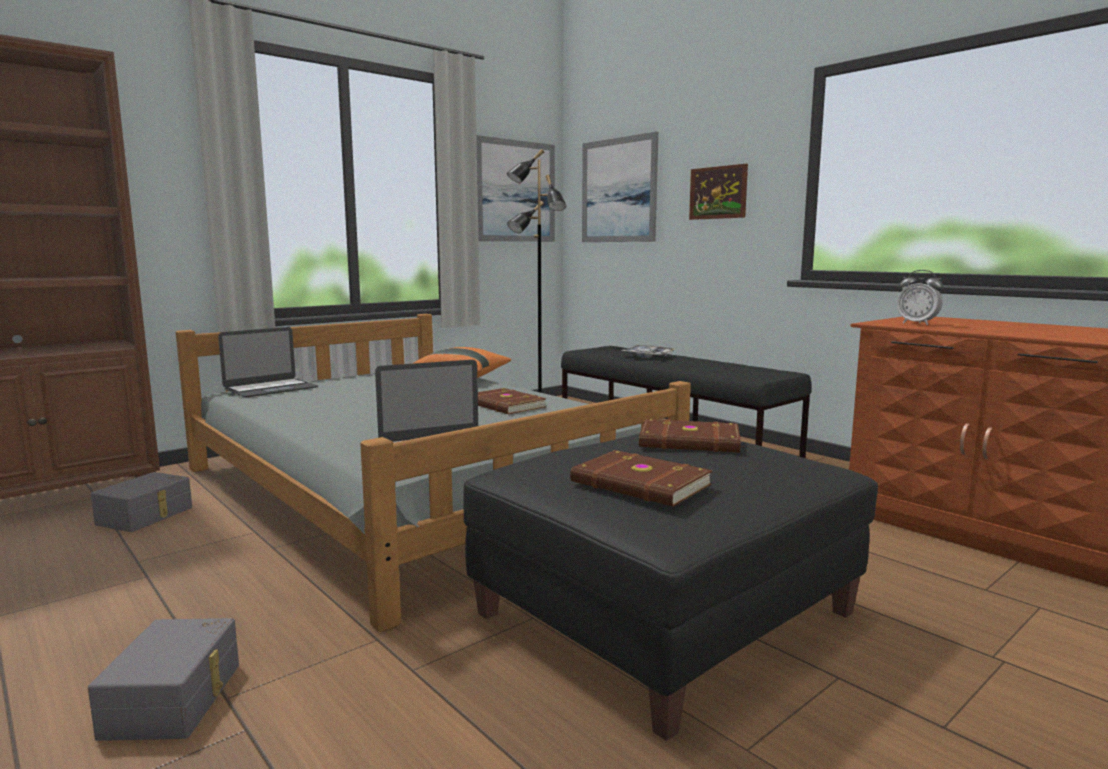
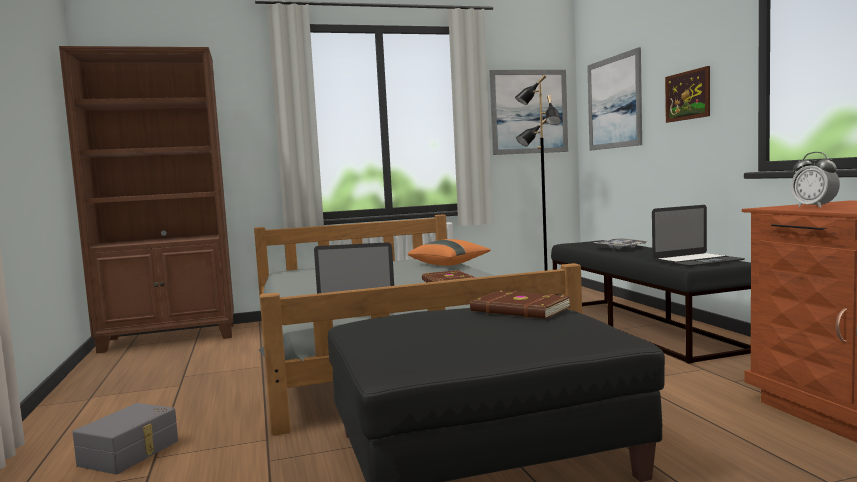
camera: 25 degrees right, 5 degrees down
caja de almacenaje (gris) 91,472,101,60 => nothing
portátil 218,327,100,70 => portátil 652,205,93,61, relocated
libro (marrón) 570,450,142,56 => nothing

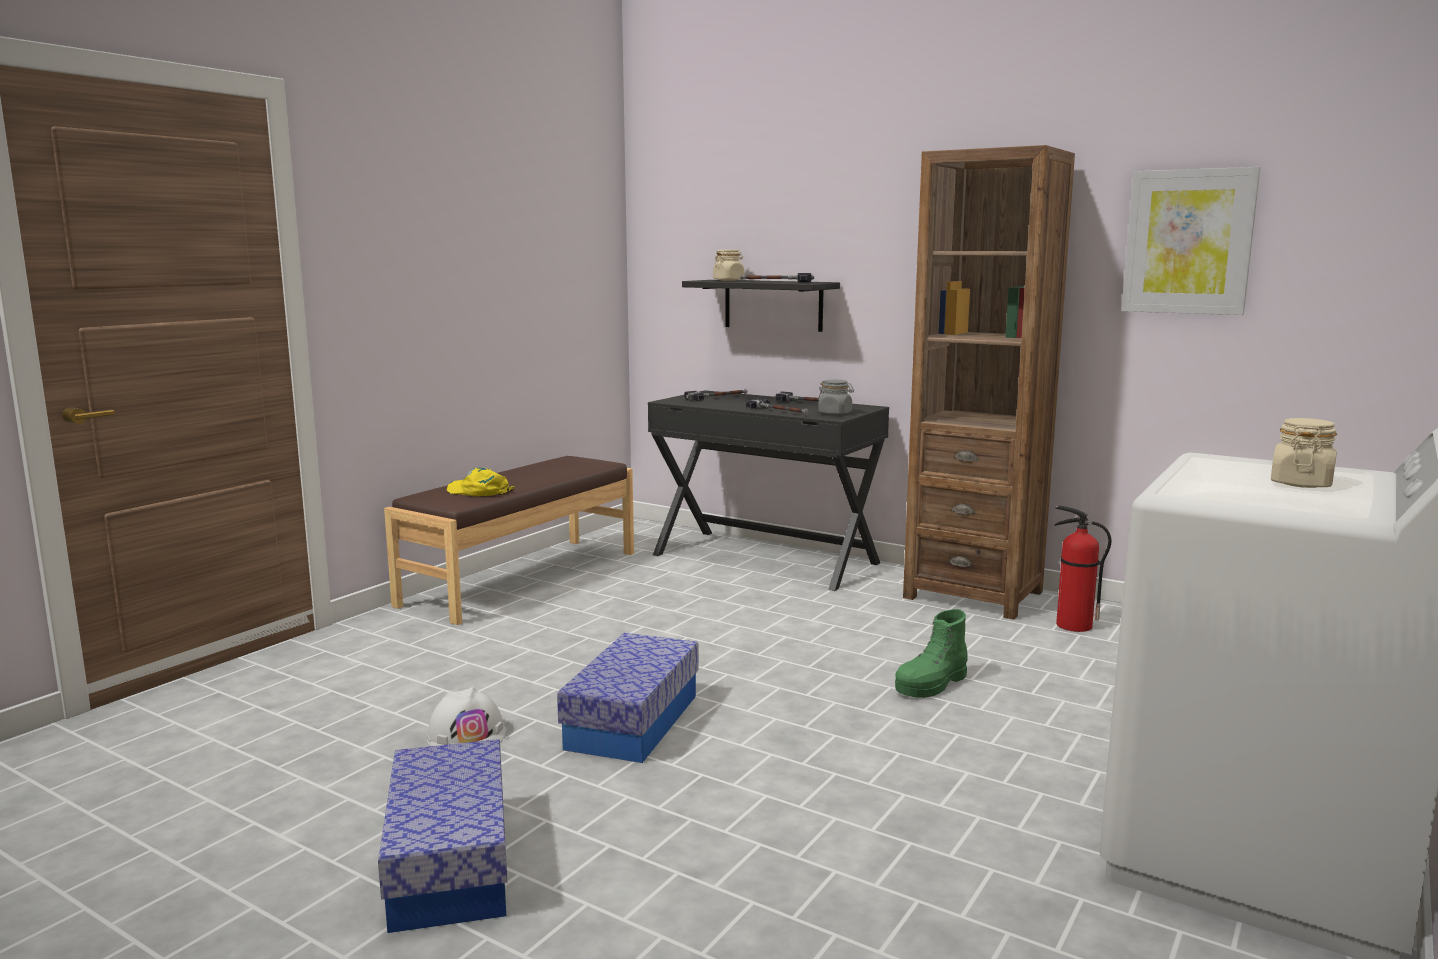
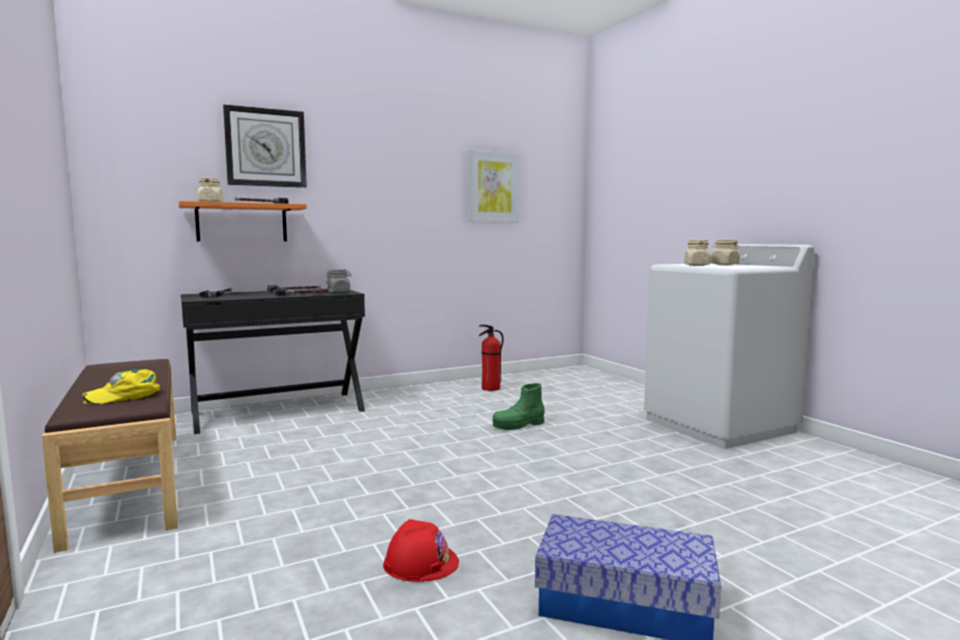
camera: 60 degrees left, 5 degrees down
casco (blanco) 427,687,80,59 => casco (rojo) 383,519,76,63
caja de almacenaje 557,633,142,130 => nothing
estante (negro) 682,280,158,52 => estante (naranja) 179,201,128,40
bota (verde) 895,609,73,89 => bota (verde) 492,383,53,47, 75 degrees clockwise
estantería (marrón) 903,145,172,475 => nothing
nothing => reloj de pared 223,104,84,84
nothing => tarro (beis) 684,240,27,26

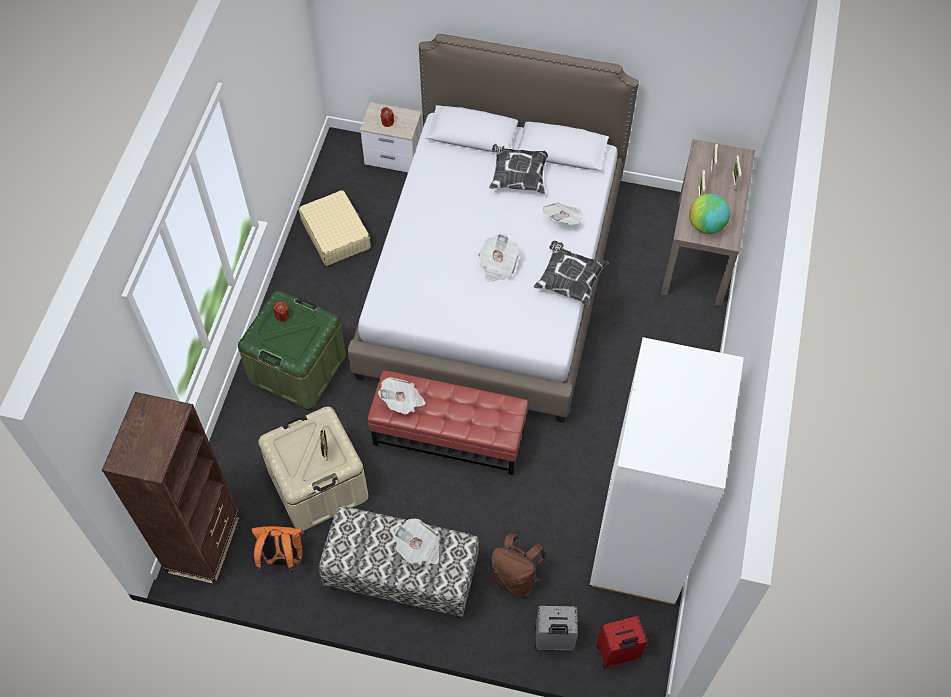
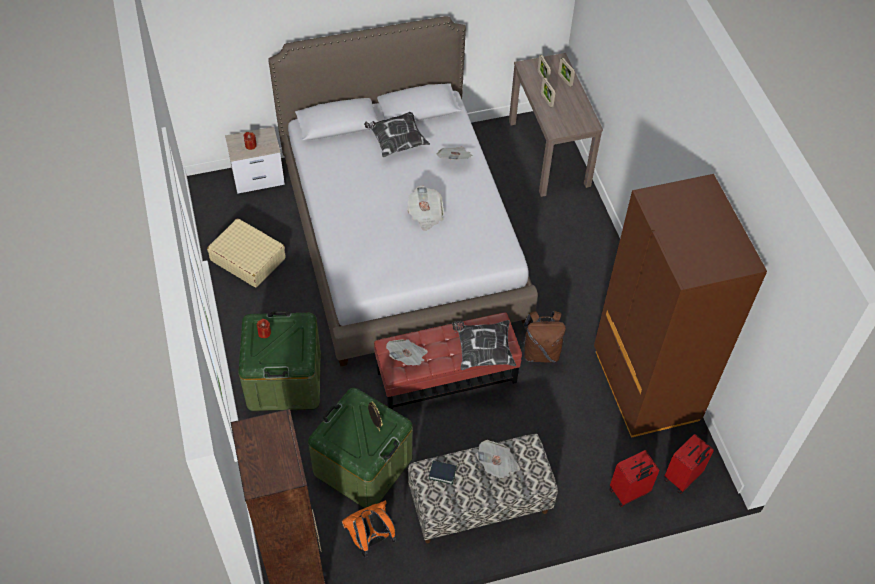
camera: 30 degrees left, 5 degrees down
caja de almacenaje (beis) 258,407,110,124 => caja de almacenaje (verde) 308,388,105,120
mochila (marrón) 491,534,56,64 => mochila (marrón) 523,311,43,51, relocated
cojín 534,241,75,65 => cojín 452,320,64,50, relocated
maleta (gris) 535,606,43,45 => maleta (rojo) 609,450,51,57
armario ropero (blanco) 590,337,154,268 => armario ropero (marrón) 594,174,173,264
globo terráqueo 689,194,41,40 => nothing
nothing => libro 429,460,28,25

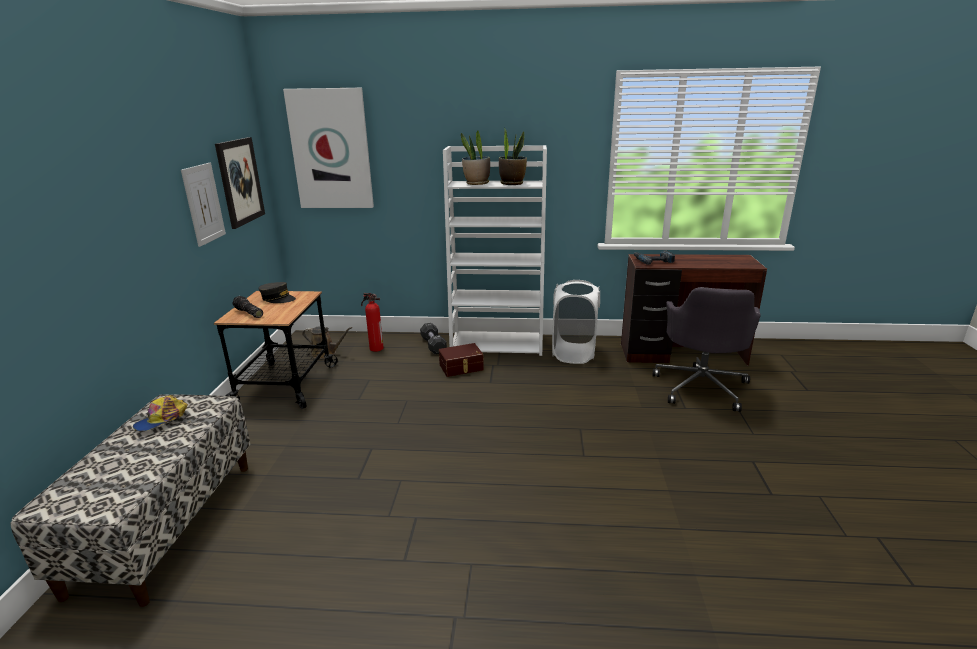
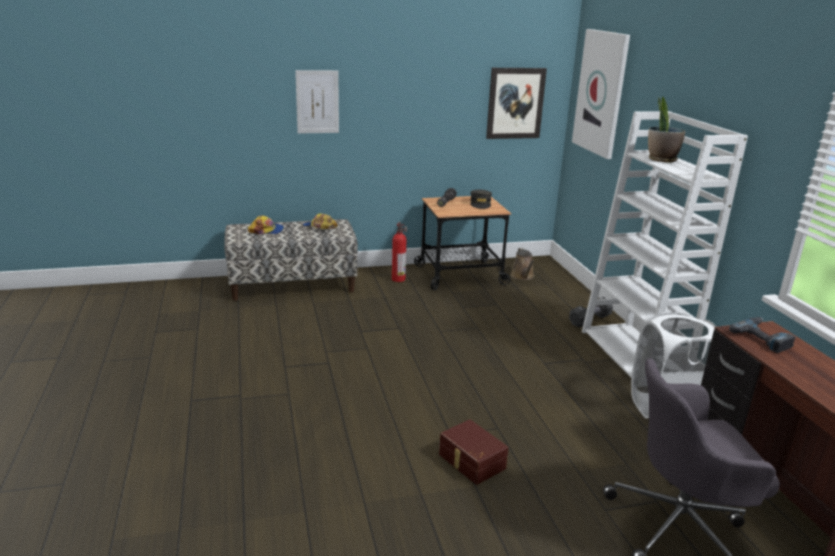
camera: 70 degrees right, 0 degrees up
cuadro 181,163,45,84 => cuadro 295,70,44,64, relocated
extintor 361,293,23,59 => extintor 392,222,15,60, relocated
caja de almacenaje (marrón) 439,343,45,34 => caja de almacenaje (marrón) 439,419,69,66, relocated
planta en maceta 499,128,28,57 => nothing
nothing => gorra 248,215,36,19

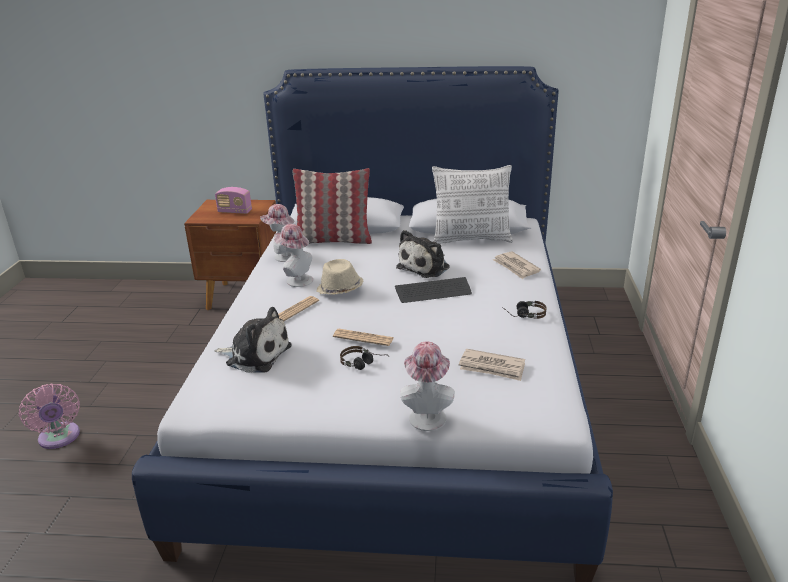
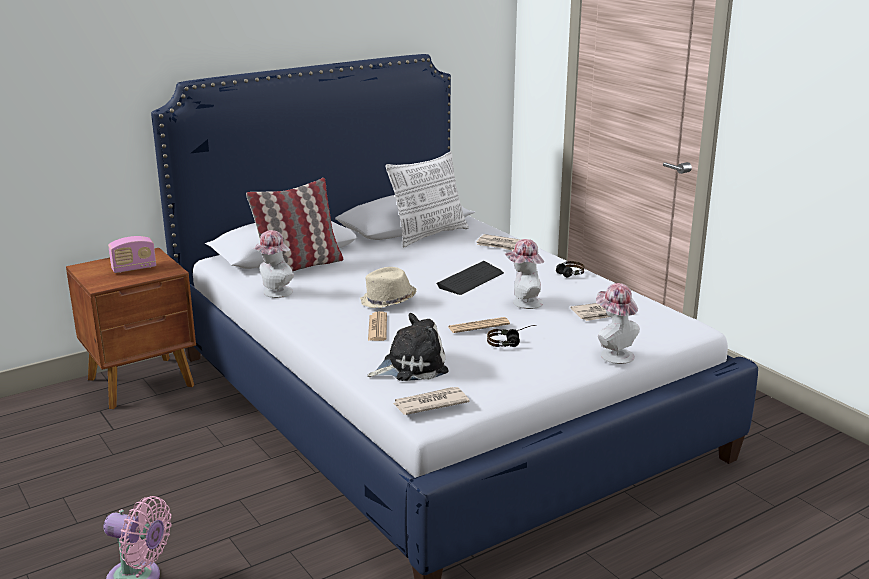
camera: 40 degrees left, 5 degrees down
sombrero 274,224,39,63 => sombrero 504,239,40,70, relocated
peluche 396,230,54,48 => nothing
nothing => periódico 393,387,77,28

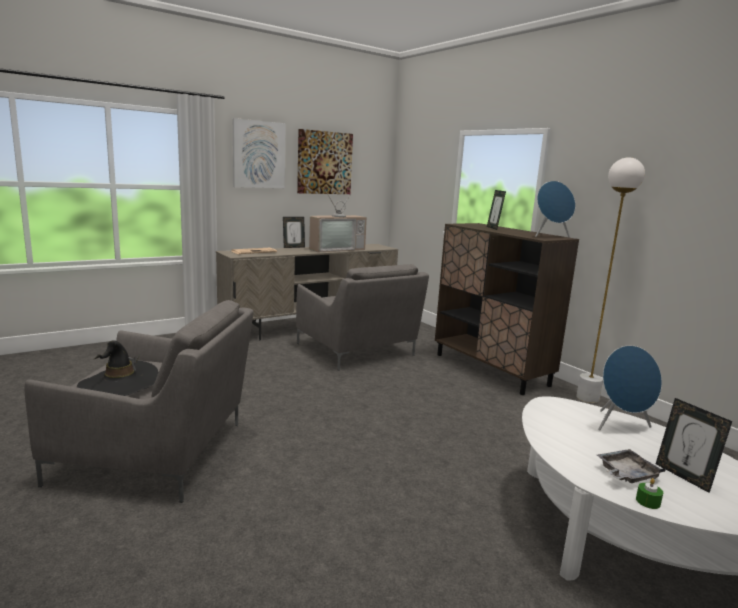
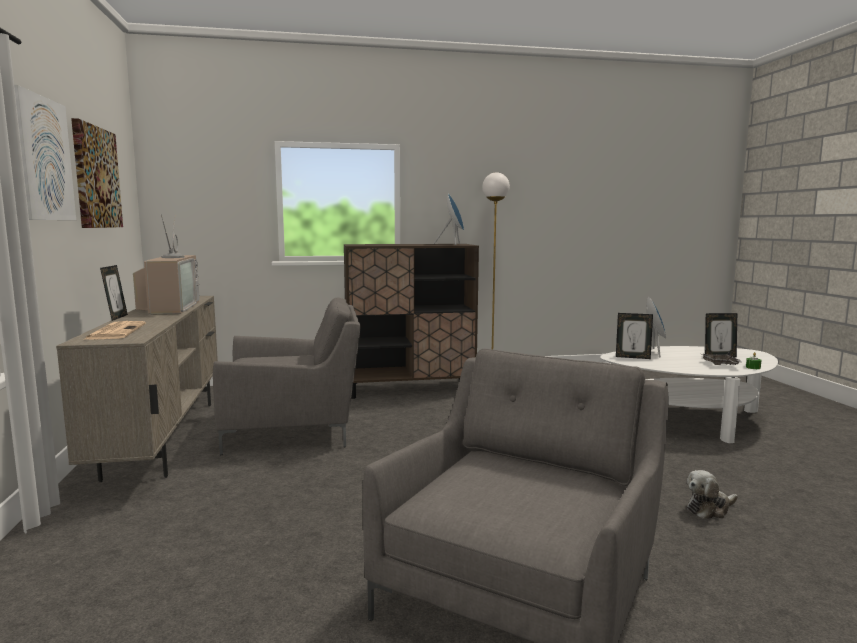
camera: 65 degrees left, 5 degrees down
sombrero (negro) 77,340,81,56 => nothing
portarretratos 487,190,19,40 => portarretratos 616,313,37,46, relocated
nothing => peluche 687,470,51,49

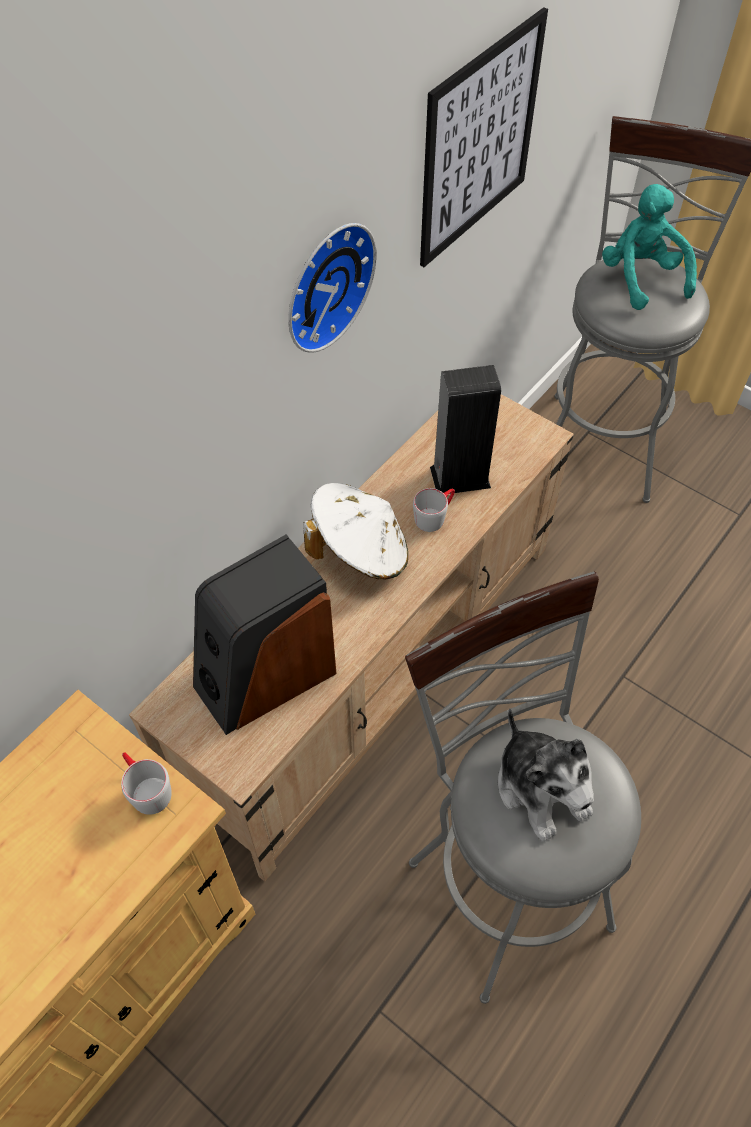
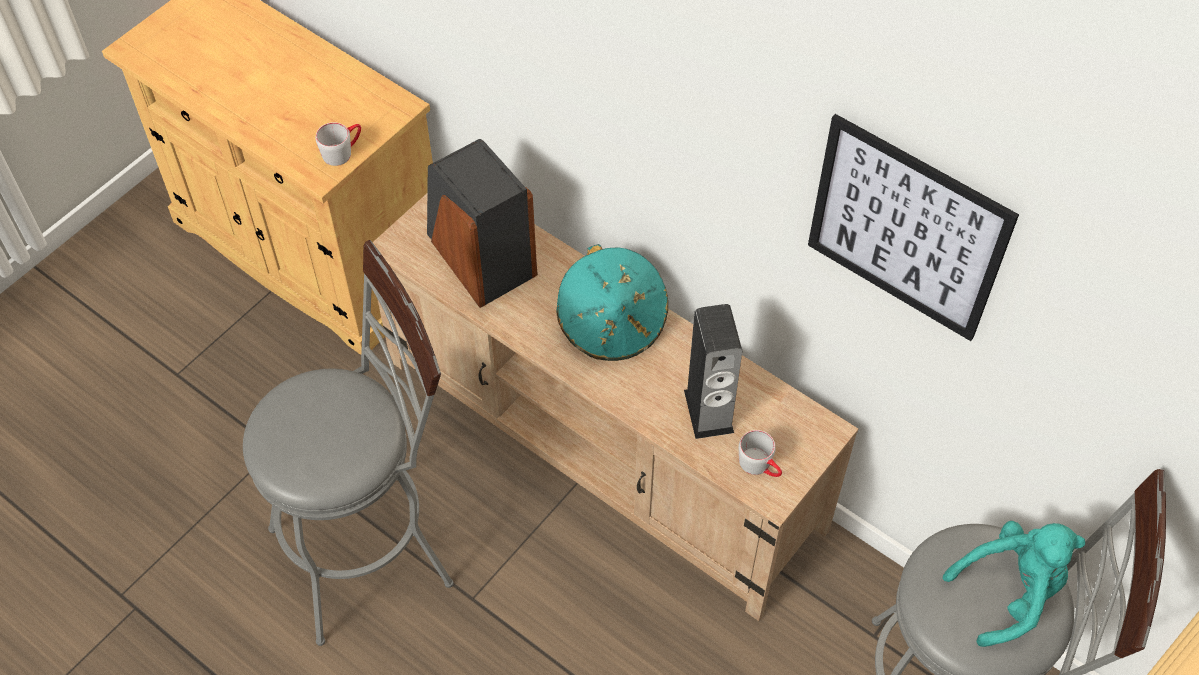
camera: 90 degrees right, 0 degrees up
reloj de pared 288,223,89,130 => nothing
sombrero (blanco) 303,483,105,96 => sombrero (turquesa) 556,244,112,117
taza grande (gris) 413,488,42,44 => taza grande (gris) 739,430,43,47, relocated
peluche 498,708,96,134 => nothing

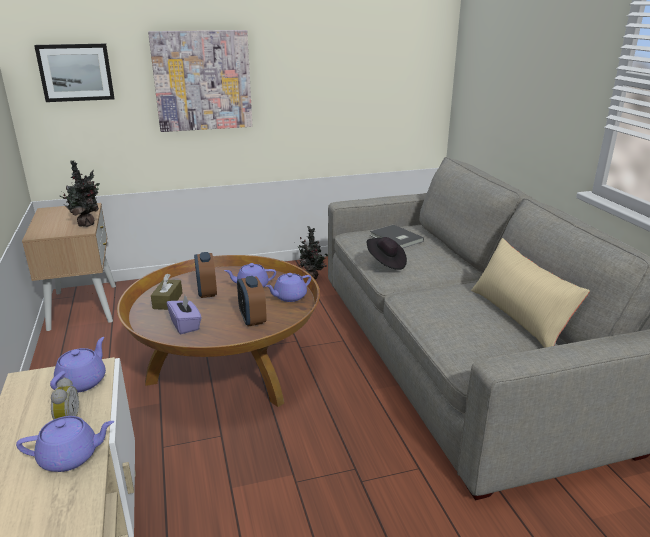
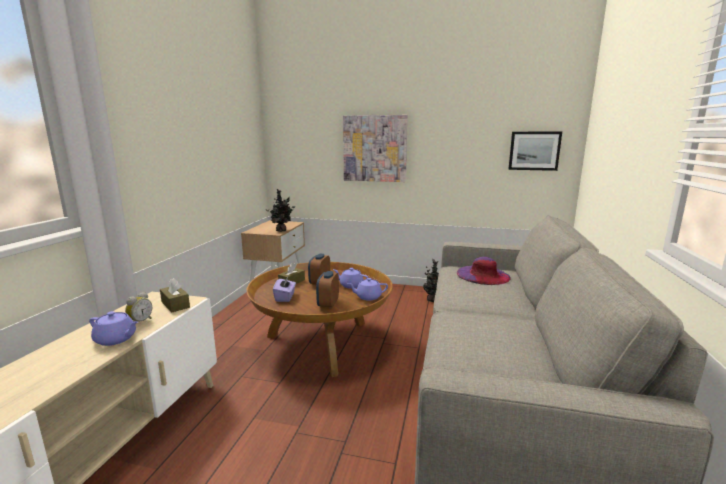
camera: 30 degrees right, 10 degrees down
cuadro 34,44,81,58 => cuadro 509,132,53,39, relocated
tetera (morado) 50,337,56,55 => caja de pañuelos (marrón) 160,278,30,35
sombrero (negro) 366,237,41,33 => nothing
libro (gris) 370,225,54,23 => sombrero (morado) 457,257,54,28
cojín (beis) 471,238,119,110 => nothing

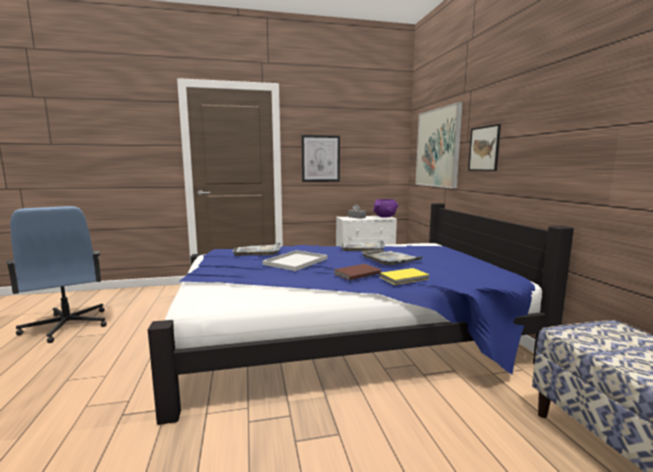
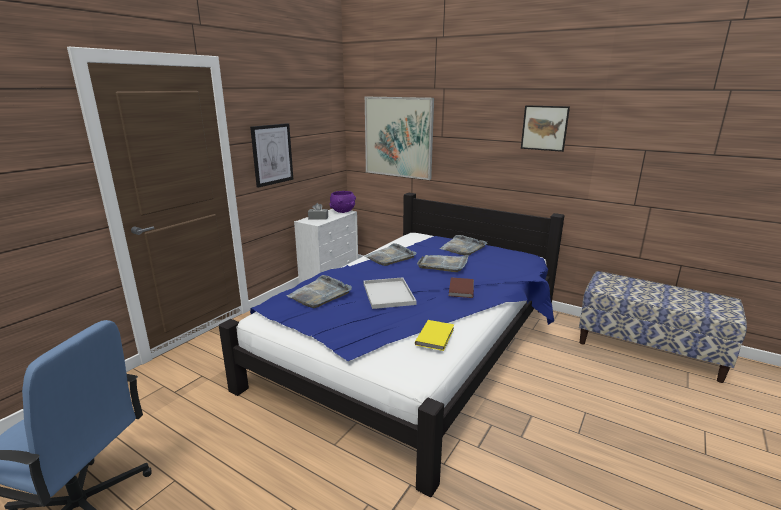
camera: 45 degrees left, 10 degrees up
libro (amarillo) 379,268,50,17 => libro (amarillo) 415,320,39,31, relocated
cuadro 468,124,33,47 => cuadro 521,105,49,47, relocated
nothing => bandeja (gris) 439,235,49,20

